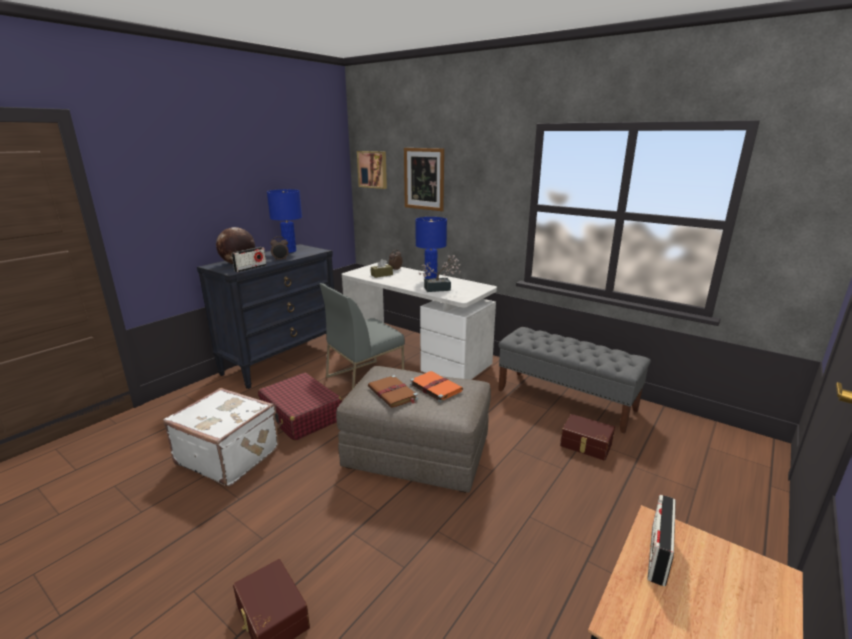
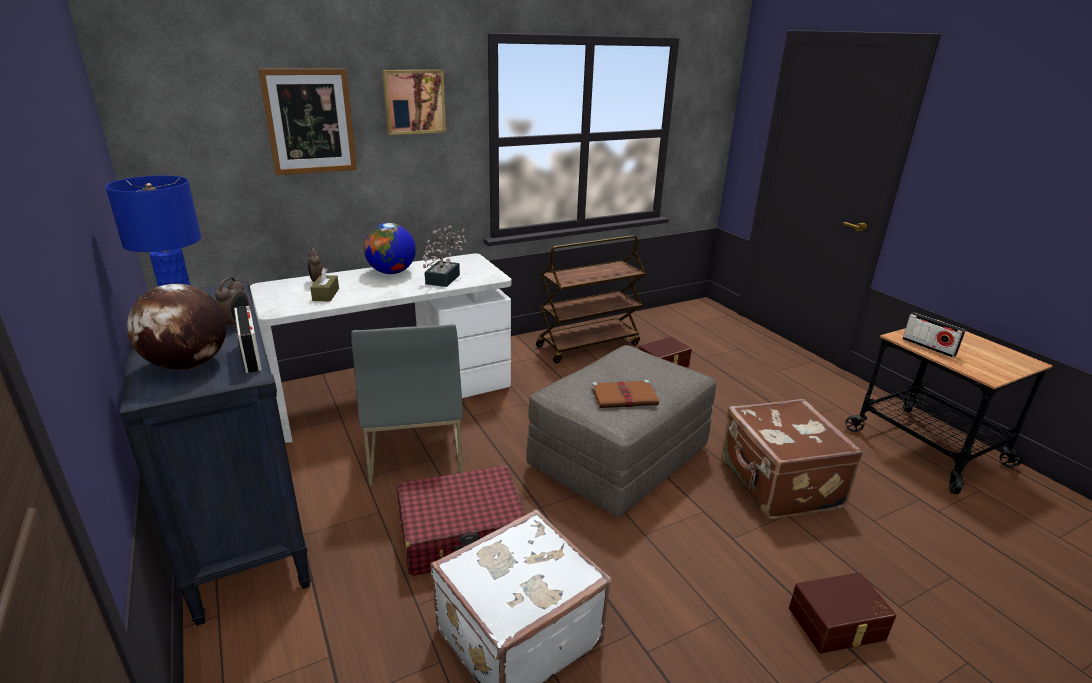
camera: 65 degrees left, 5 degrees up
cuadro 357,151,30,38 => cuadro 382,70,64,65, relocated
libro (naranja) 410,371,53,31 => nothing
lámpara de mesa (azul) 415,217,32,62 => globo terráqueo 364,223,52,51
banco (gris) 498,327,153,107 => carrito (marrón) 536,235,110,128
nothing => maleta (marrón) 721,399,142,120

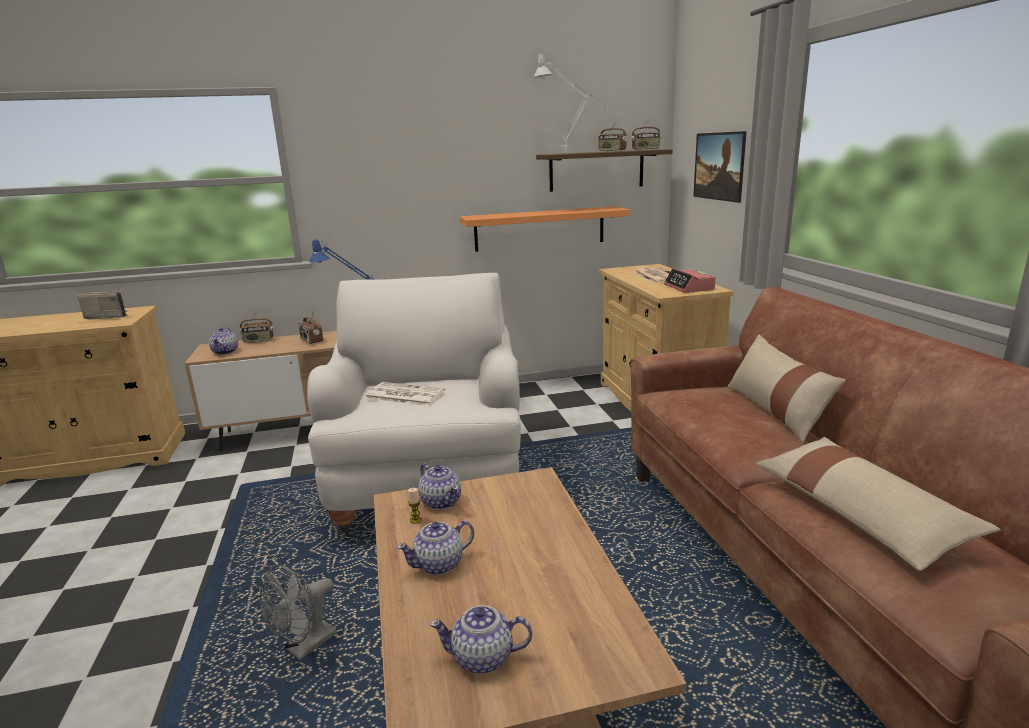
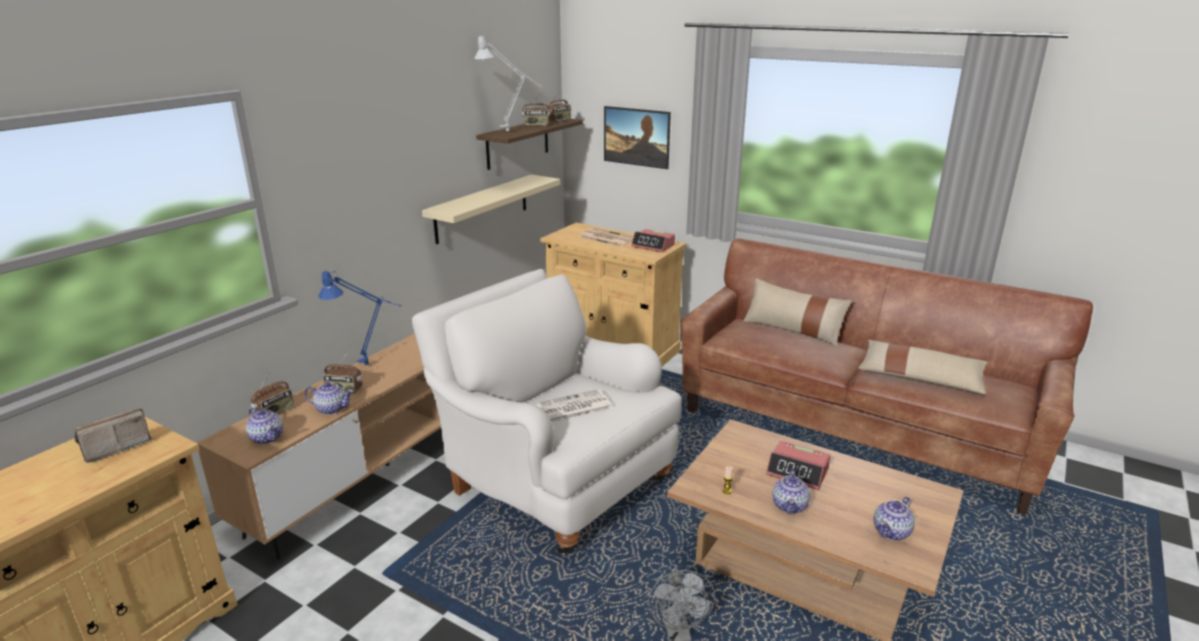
camera: 45 degrees left, 5 degrees up
tetera 418,463,43,47 => tetera 304,382,49,33, relocated
estante (naranja) 460,206,170,46 => estante (beis) 422,174,138,70
nothing => despertador 766,441,65,49

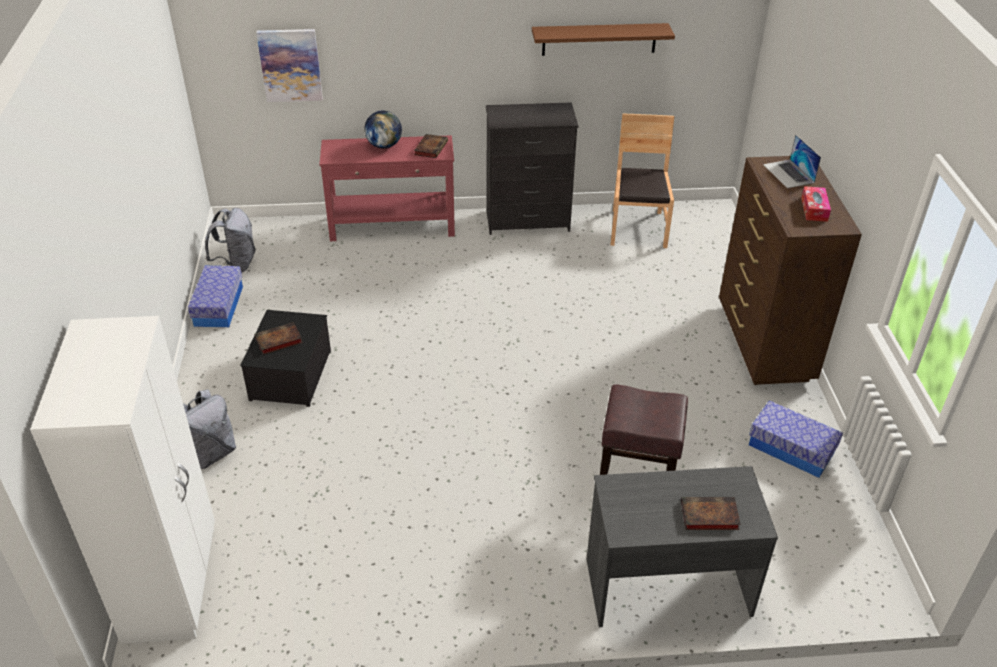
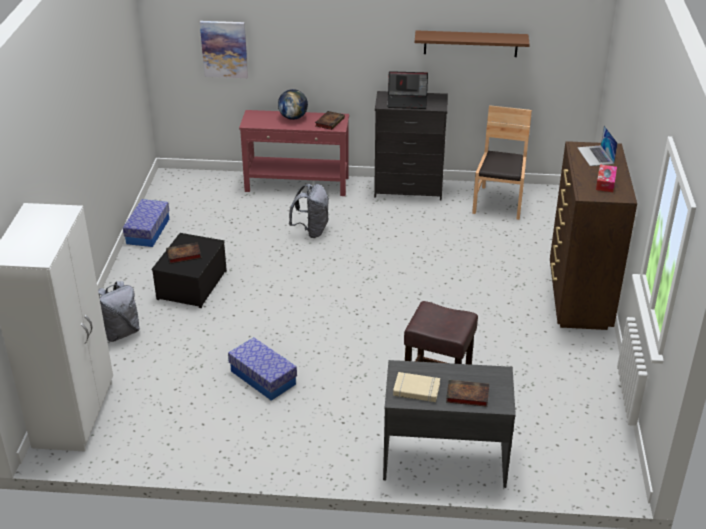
camera: 10 degrees right, 5 degrees down
mochila (gris) 205,208,51,65 => mochila (gris) 289,184,40,54, relocated
caja de almacenaje 749,400,94,78 => caja de almacenaje 228,338,69,63, relocated
nothing => portátil 387,71,41,38
nothing => libro (beis) 393,372,47,30

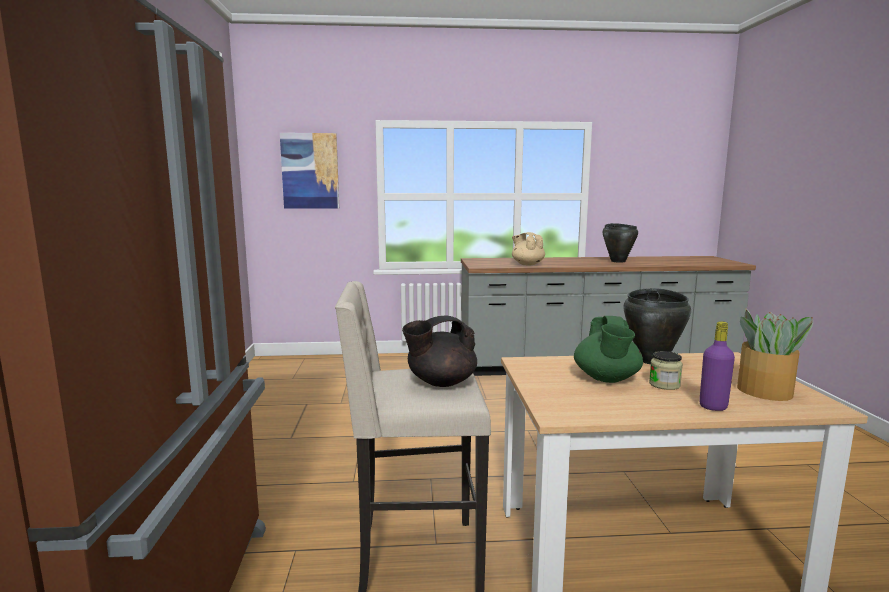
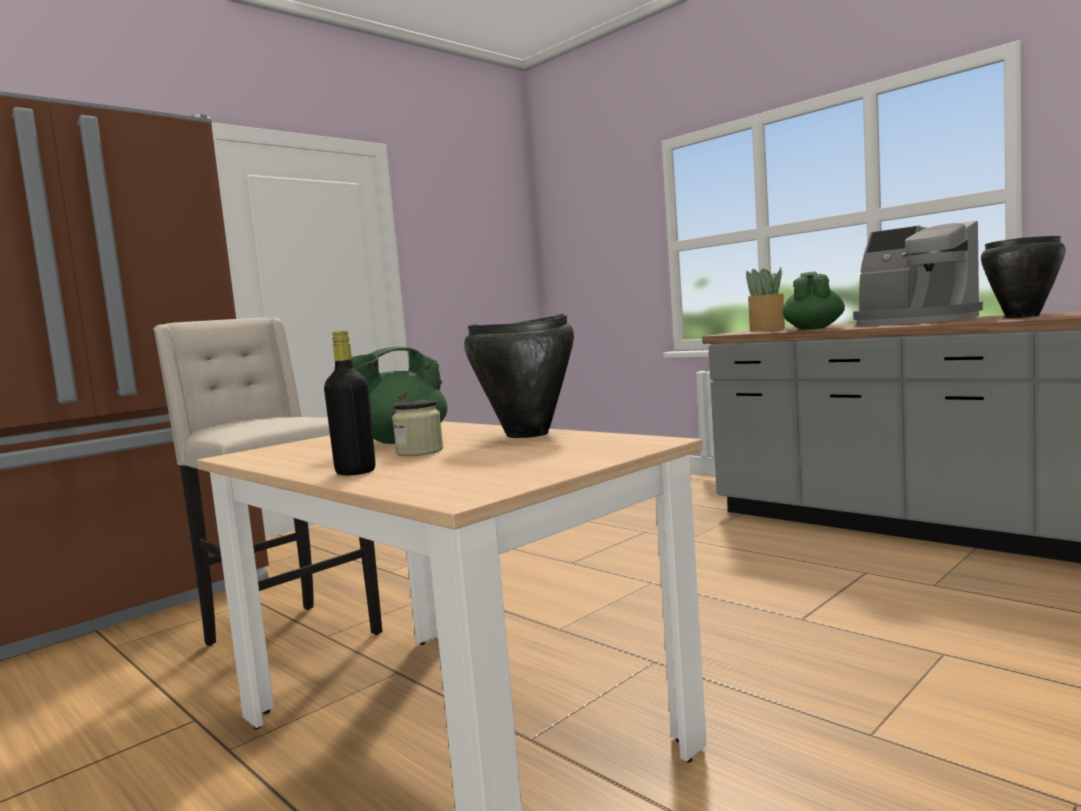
camera: 50 degrees right, 5 degrees down
cuadro 280,133,59,76 => nothing
tetera (negro) 402,315,75,72 => nothing
tetera (beis) 512,232,33,33 => tetera (verde) 782,271,63,59
botella (morado) 699,321,36,90 => botella (negro) 324,331,52,144
planta en maceta 737,308,76,93 => planta en maceta 746,267,39,64, relocated
nothing => cafetera 853,221,130,104

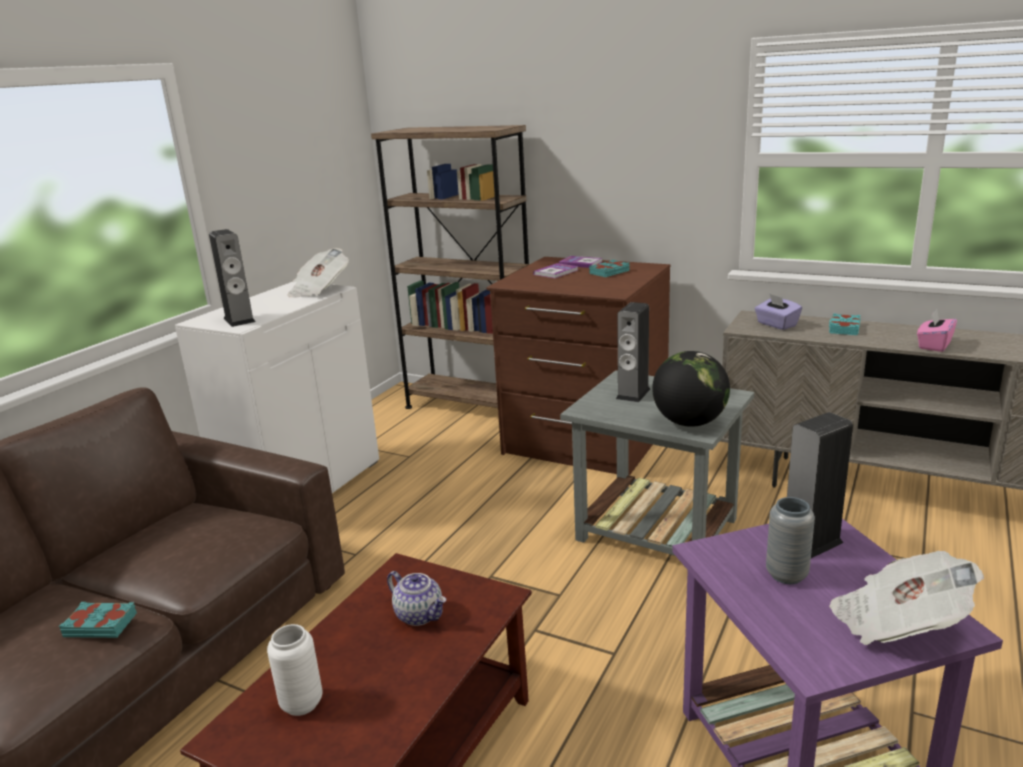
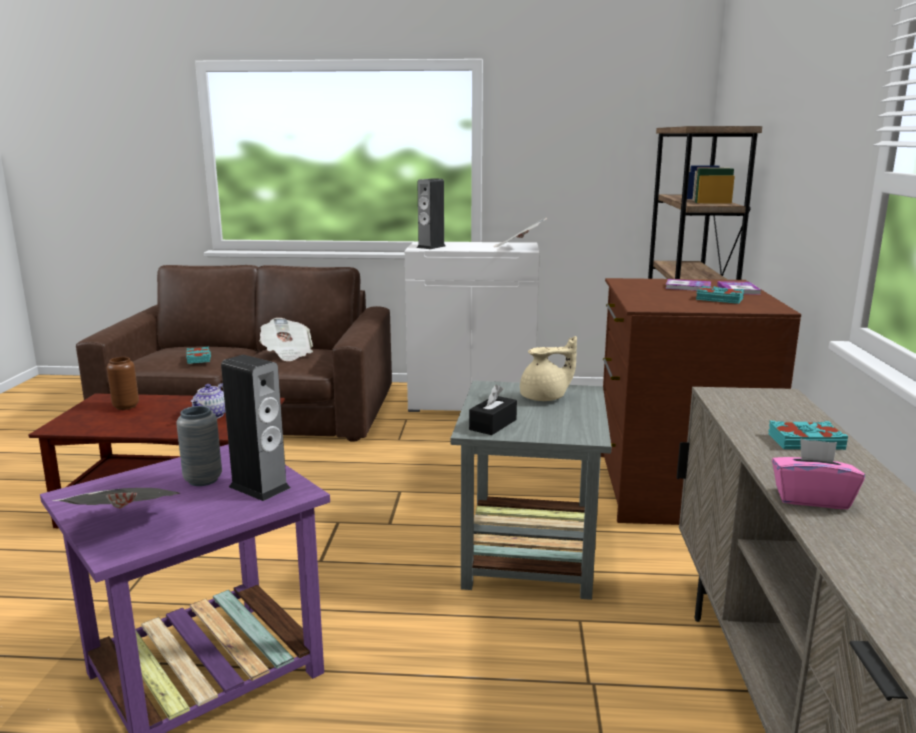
camera: 65 degrees right, 5 degrees down
florero (blanco) 267,624,56,92 => florero (marrón) 107,357,32,53
altavoz 616,302,34,100 => tetera (beis) 520,336,57,65
globo terráqueo 652,351,78,76 => caja de pañuelos (negro) 469,385,48,50
caja de pañuelos (morado) 755,294,47,36 => nothing
nothing => periódico 260,318,53,43

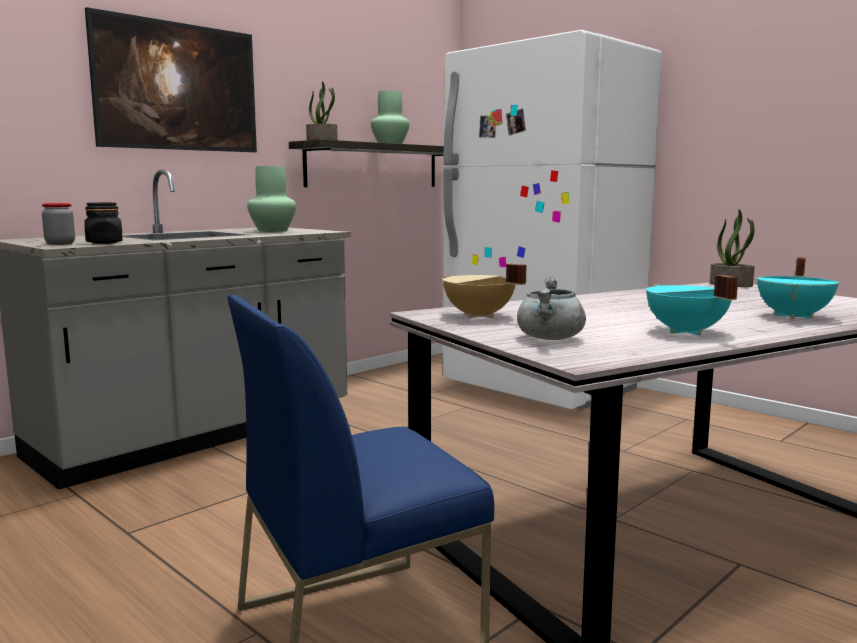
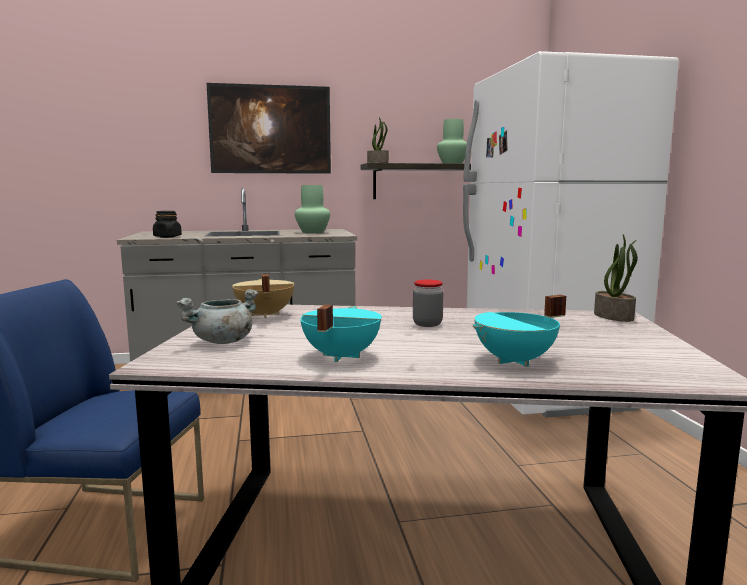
camera: 35 degrees right, 0 degrees up
tarro 42,203,33,42 => tarro 413,279,31,48, relocated

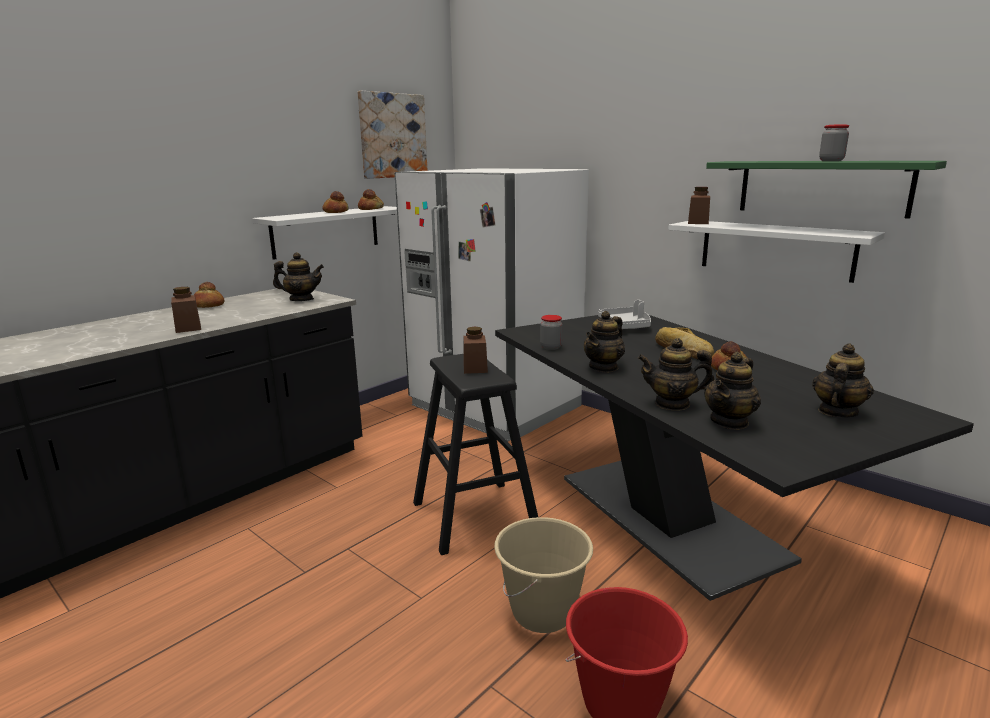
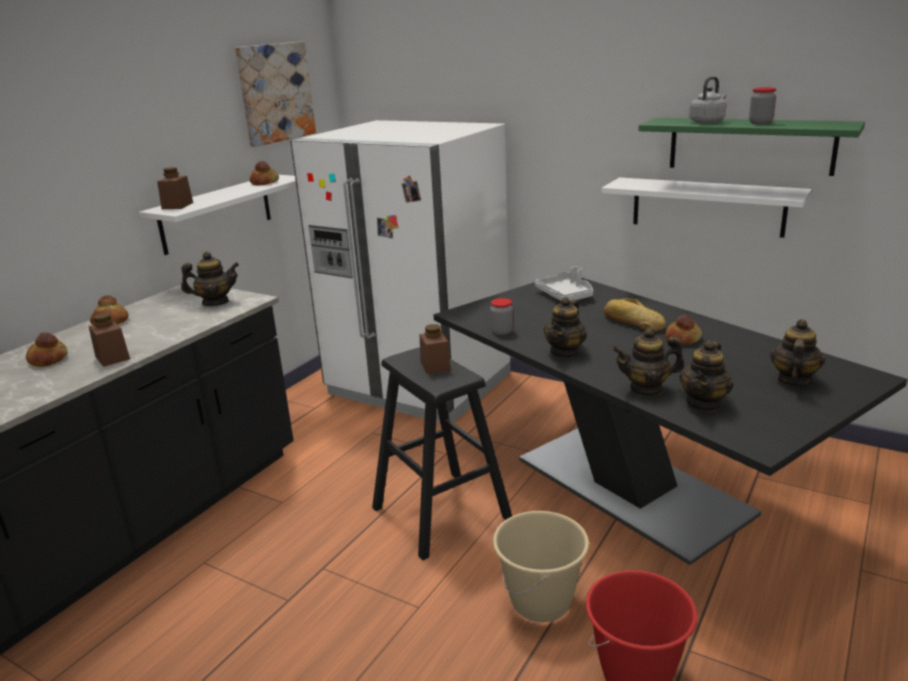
camera: 10 degrees left, 5 degrees up
pan 323,191,25,22 => pan 26,332,42,35, relocated
tarro (marrón) 688,187,22,37 => tarro (marrón) 157,167,36,42, relocated
nothing => hervidor (gris) 689,76,37,47

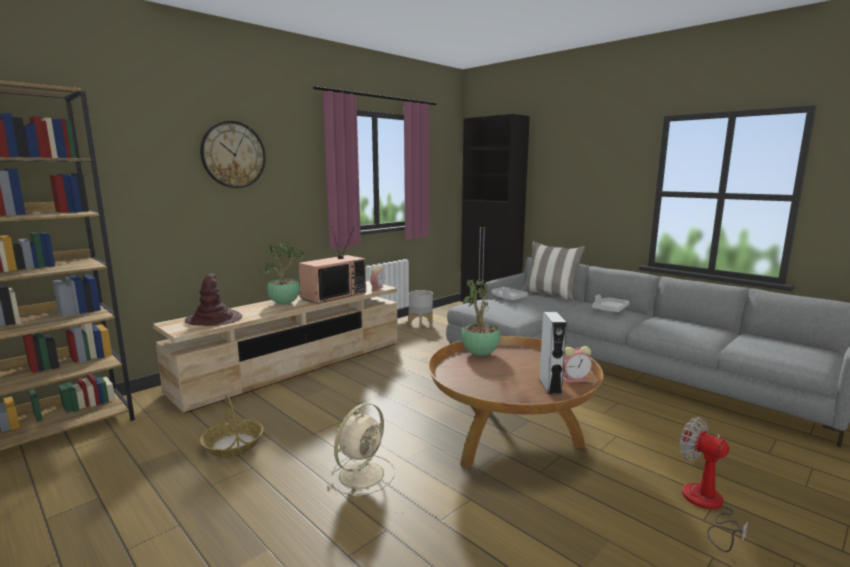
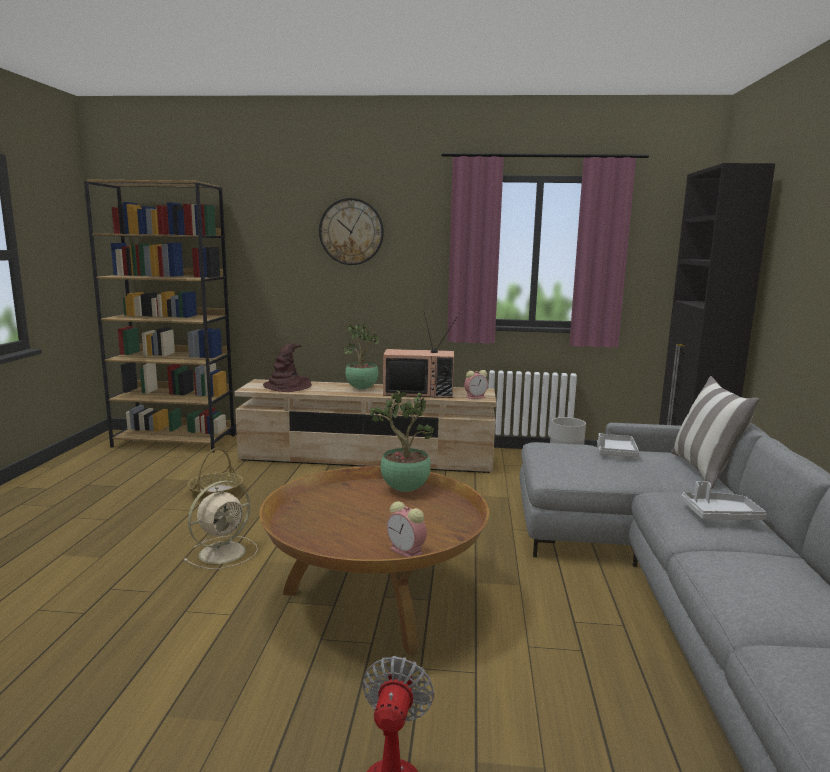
camera: 50 degrees right, 0 degrees up
ventilador (beis) 327,403,68,93 => ventilador (beis) 183,480,75,89, 45 degrees counterclockwise
altavoz (gris) 539,312,28,82 => nothing

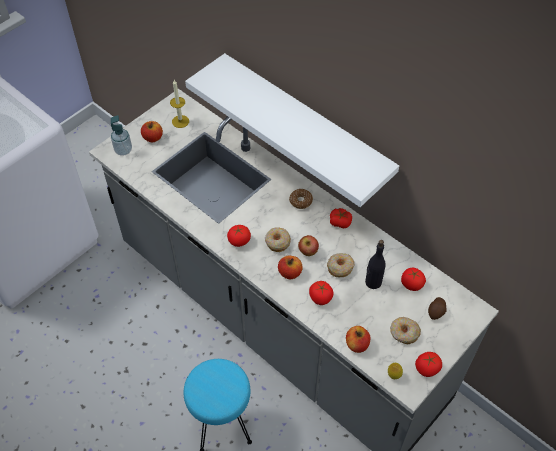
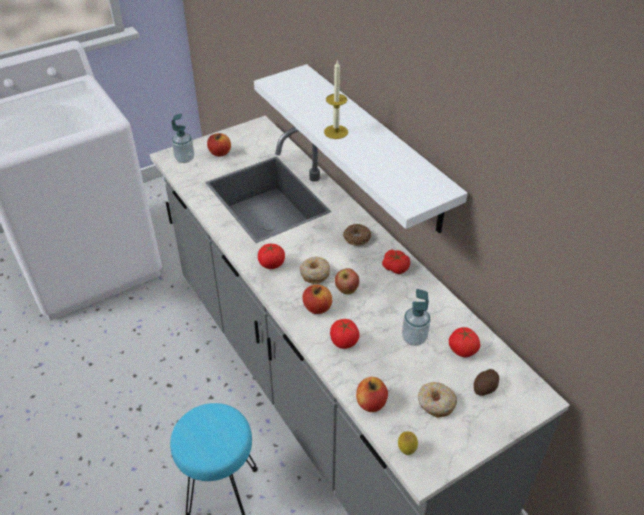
camera: 15 degrees right, 10 degrees down
vela 170,80,19,48 => vela 324,59,24,80, relocated
rosquilla 327,253,28,24 => nothing
botella (negro) 365,240,21,49 => dispensador de jabón 402,289,29,57
tomate 415,352,27,25 => nothing

